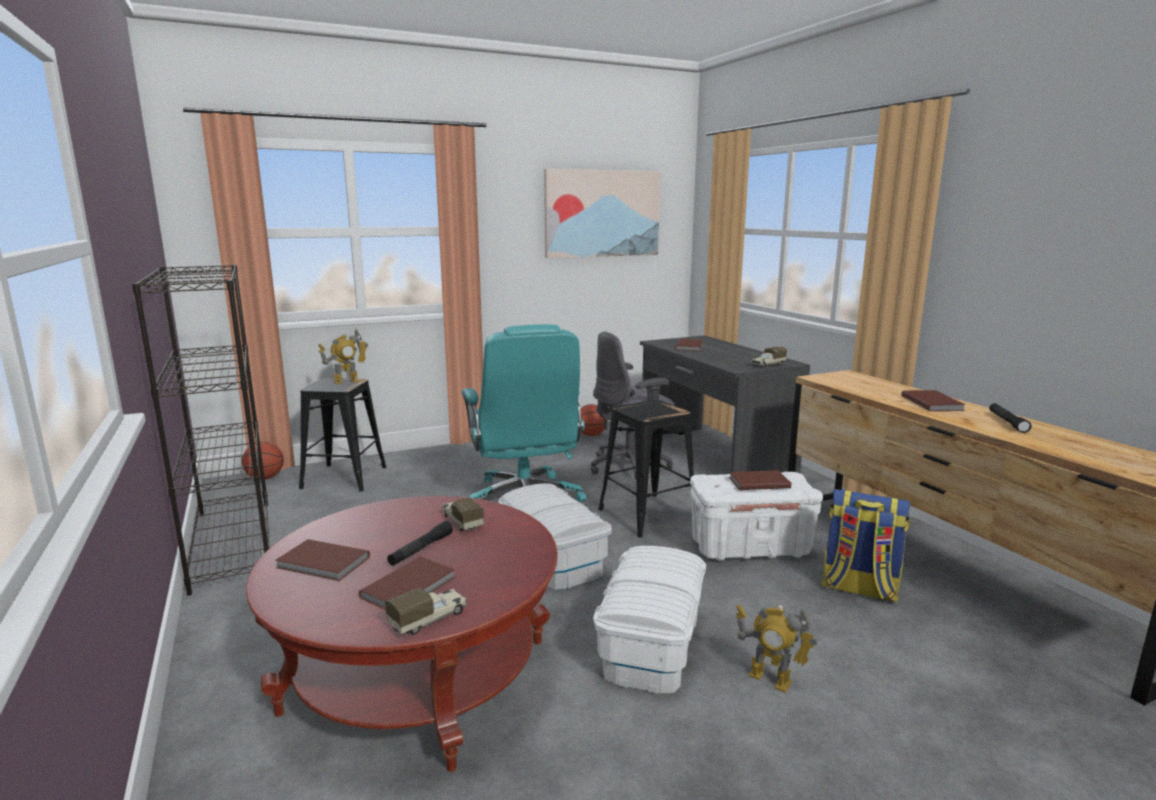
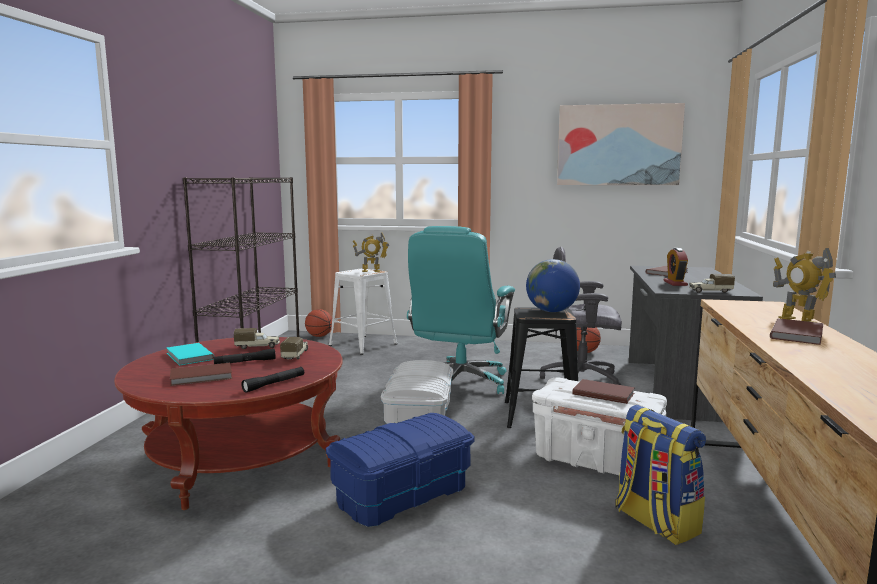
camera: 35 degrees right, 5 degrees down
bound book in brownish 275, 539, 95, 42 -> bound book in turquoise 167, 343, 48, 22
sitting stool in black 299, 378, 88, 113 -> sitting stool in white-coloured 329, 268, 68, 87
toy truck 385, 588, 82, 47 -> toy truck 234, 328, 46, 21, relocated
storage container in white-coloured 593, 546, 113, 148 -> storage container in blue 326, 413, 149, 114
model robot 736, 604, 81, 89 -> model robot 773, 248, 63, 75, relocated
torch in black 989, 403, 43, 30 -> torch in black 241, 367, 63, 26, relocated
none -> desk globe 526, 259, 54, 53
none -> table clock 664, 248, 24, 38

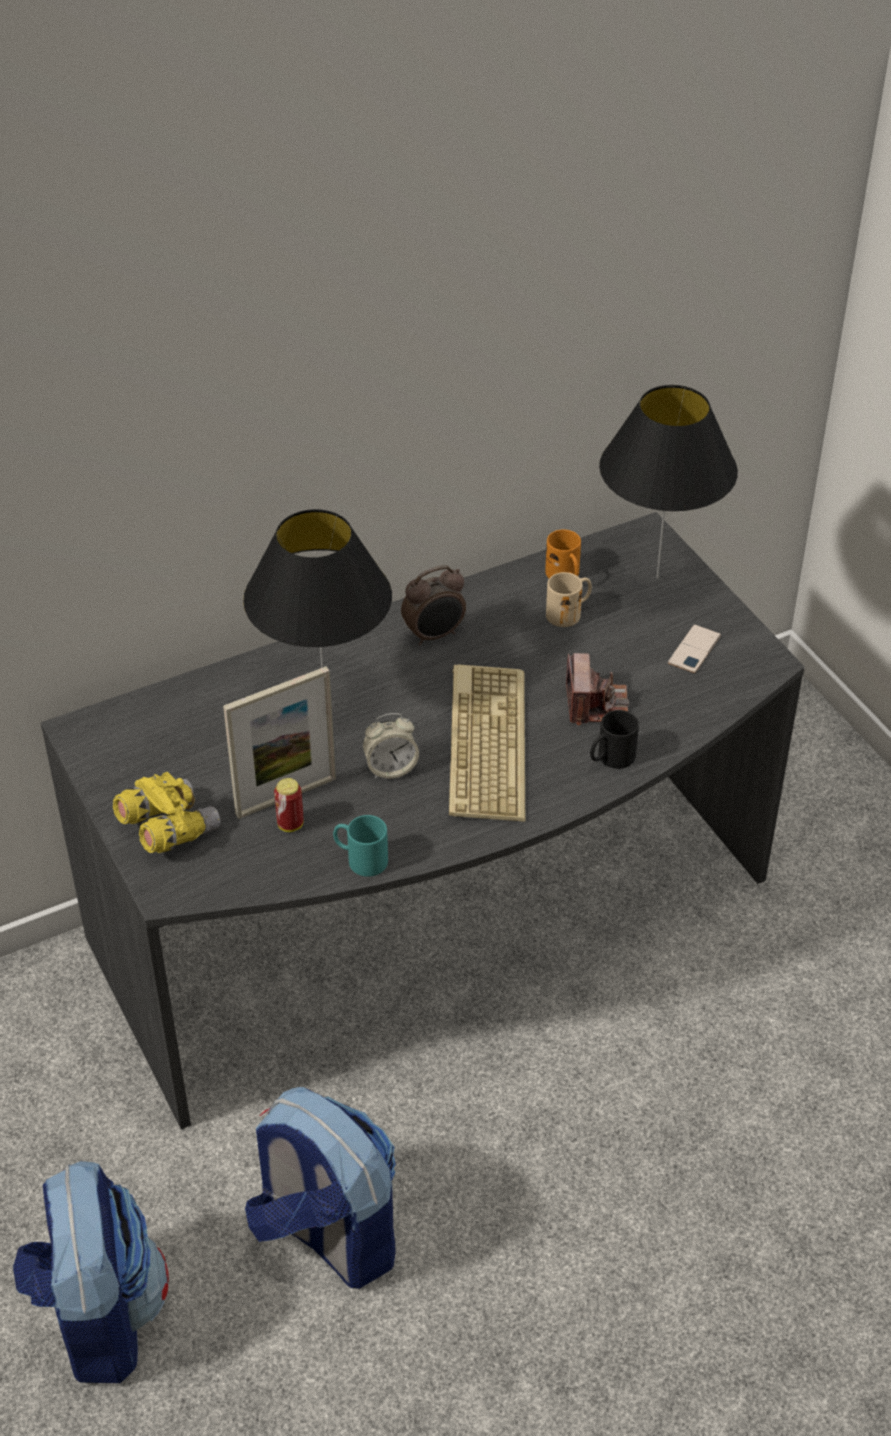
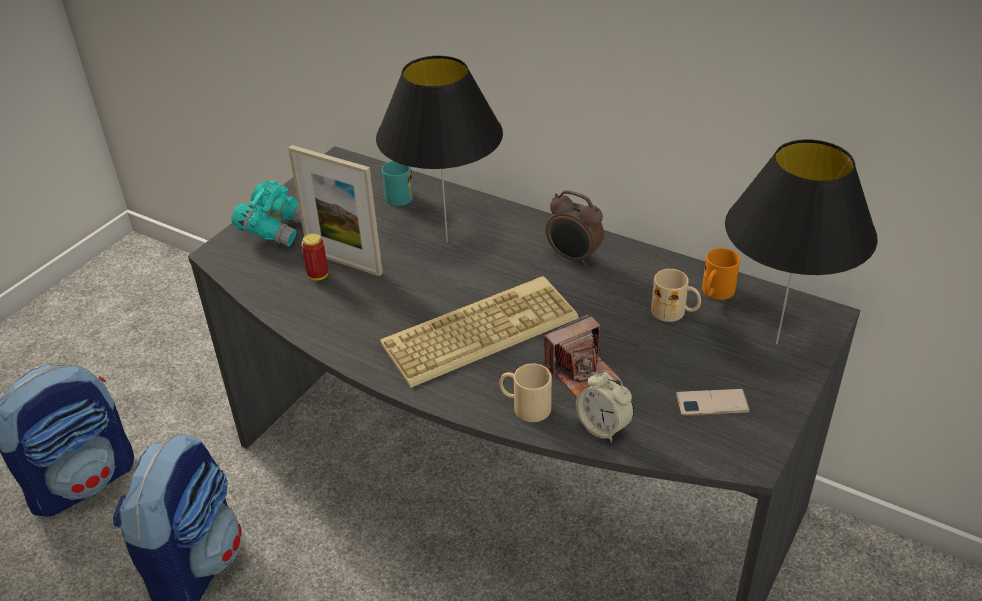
camera: 60 degrees right, 5 degrees down
binoculars in yellow-coloured 113, 772, 108, 81 -> binoculars in turquoise 232, 181, 70, 66
tea mug in turquoise 333, 815, 55, 62 -> tea mug in turquoise 382, 161, 32, 45, relocated
table clock 363, 713, 56, 66 -> table clock 576, 370, 58, 73, relocated
tea mug in black 590, 710, 49, 59 -> tea mug in sand-coloured 499, 364, 53, 58

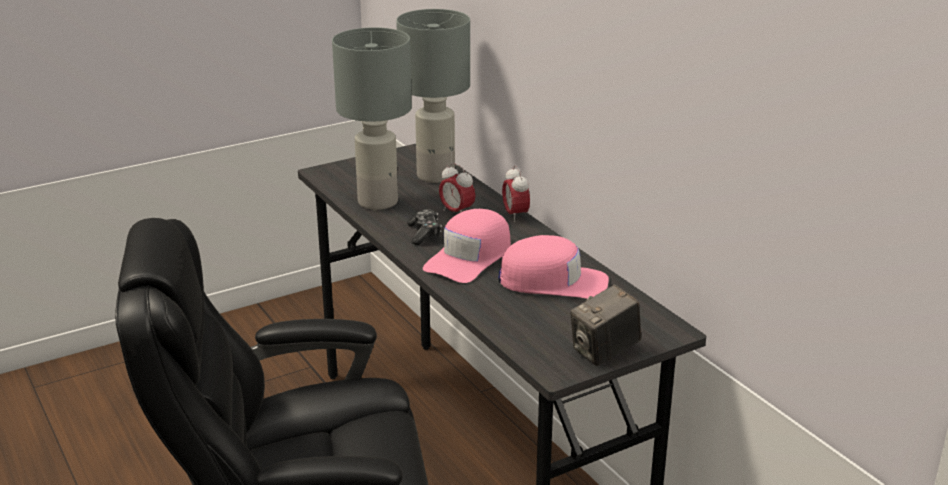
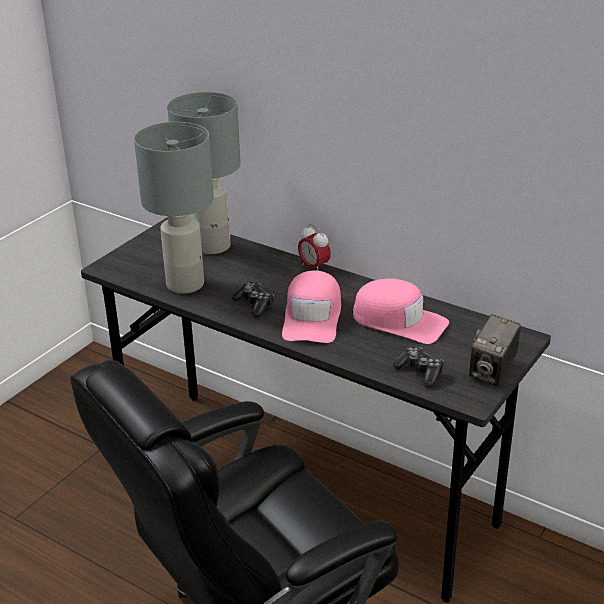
camera: 25 degrees left, 5 degrees up
table clock 439, 163, 36, 50 -> none
cap in pink 498, 235, 111, 64 -> cap in pink 352, 278, 97, 66, 45 degrees clockwise
none -> gamepad 393, 346, 51, 41

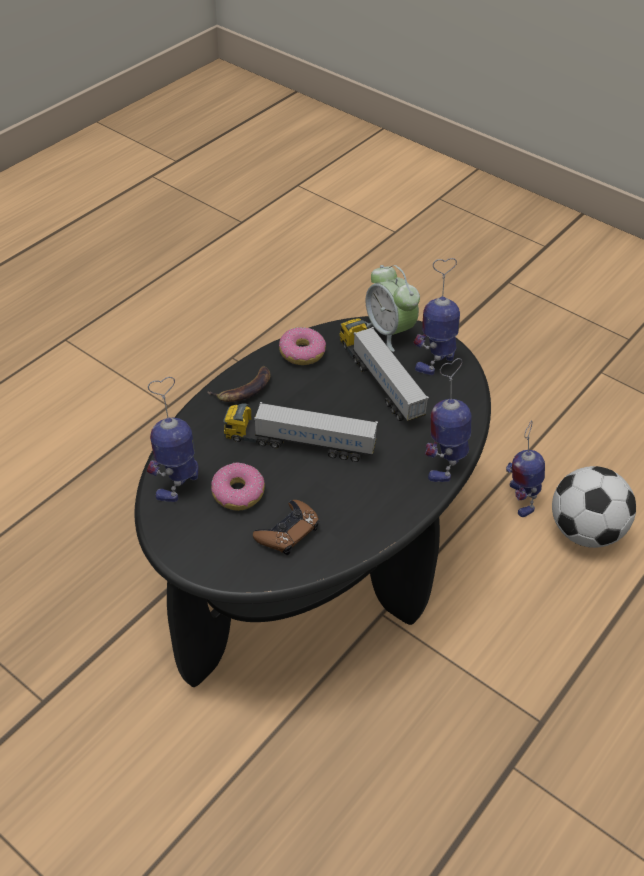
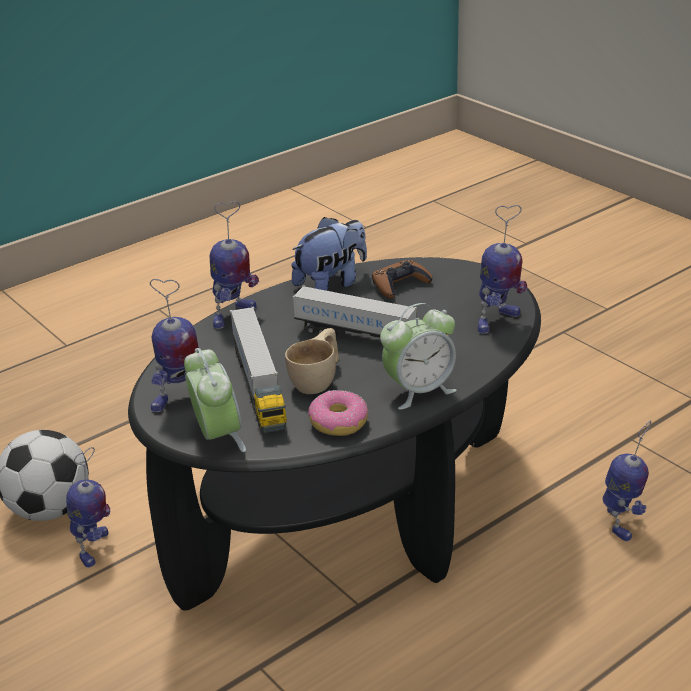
camera: 165 degrees left, 15 degrees down
whole banana 207, 366, 64, 36 -> table clock 380, 303, 77, 107
doughnut 211, 462, 54, 49 -> none
none -> drinking cup in sand-coloured 285, 328, 54, 66
none -> soft toy 291, 217, 76, 74
none -> model robot 603, 421, 48, 120

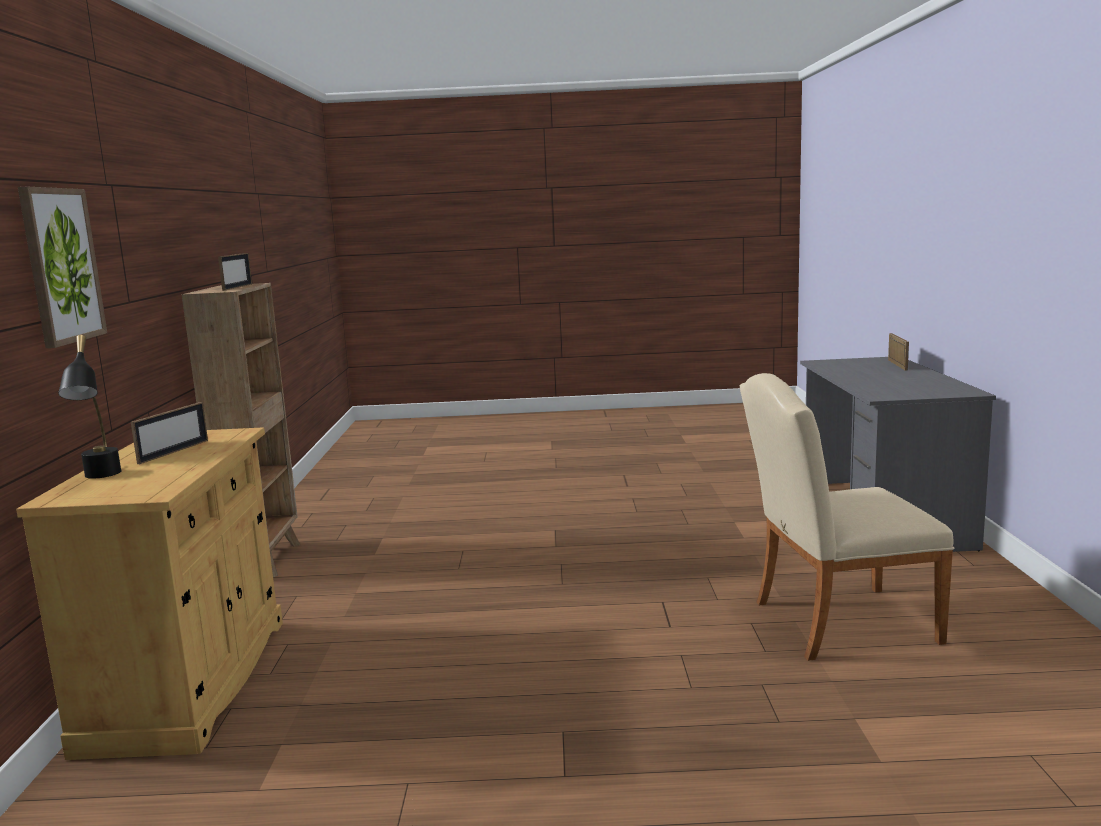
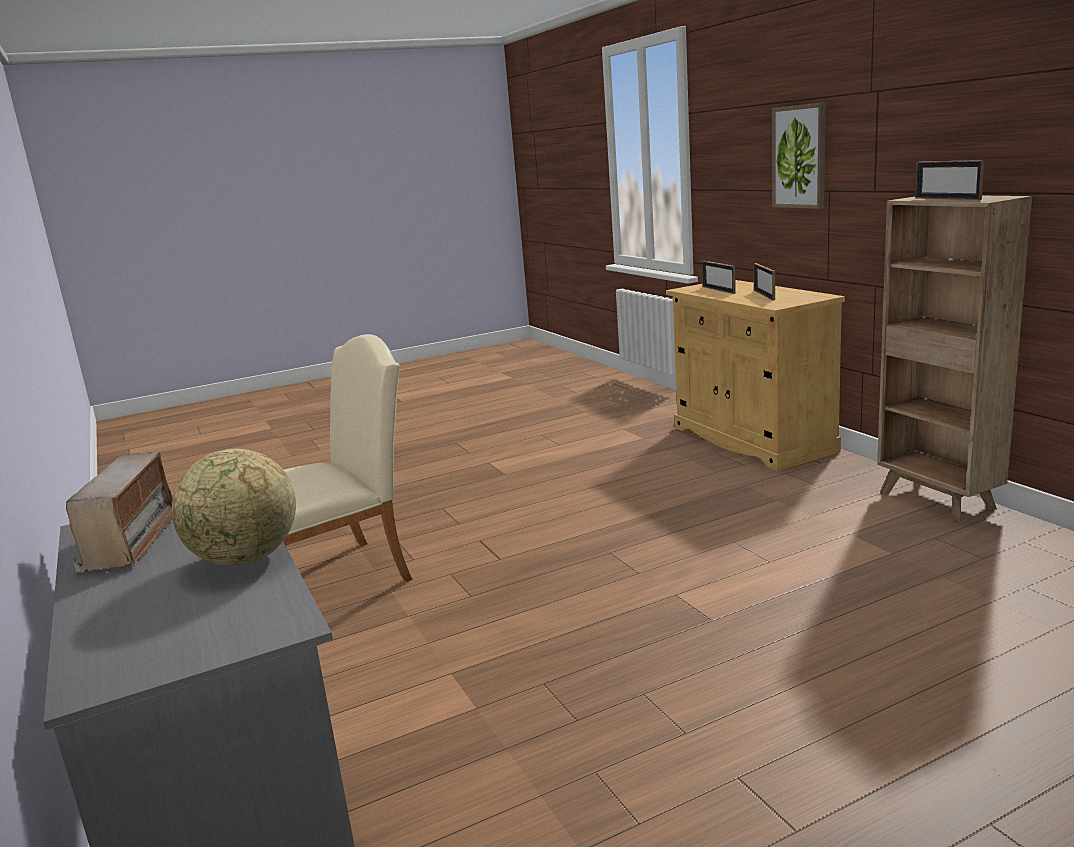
camera: 155 degrees right, 5 degrees up
lamp for a table in black 58, 335, 63, 144 -> none
picture frame 888, 333, 21, 38 -> picture frame 702, 261, 34, 33, relocated
none -> radio set 66, 451, 107, 122
none -> desk globe 172, 449, 124, 117

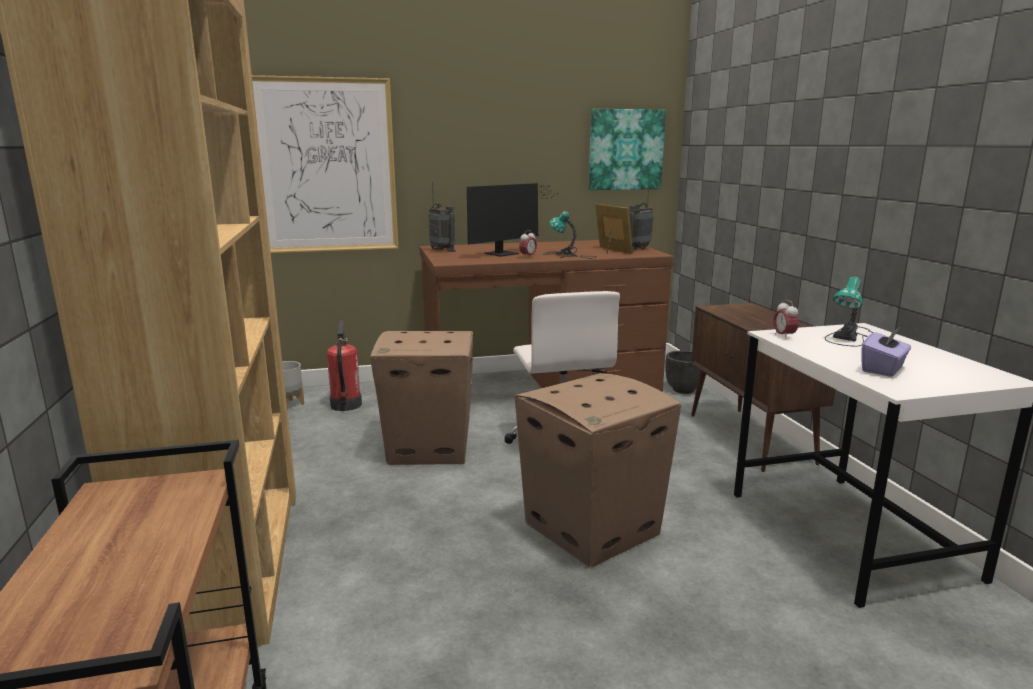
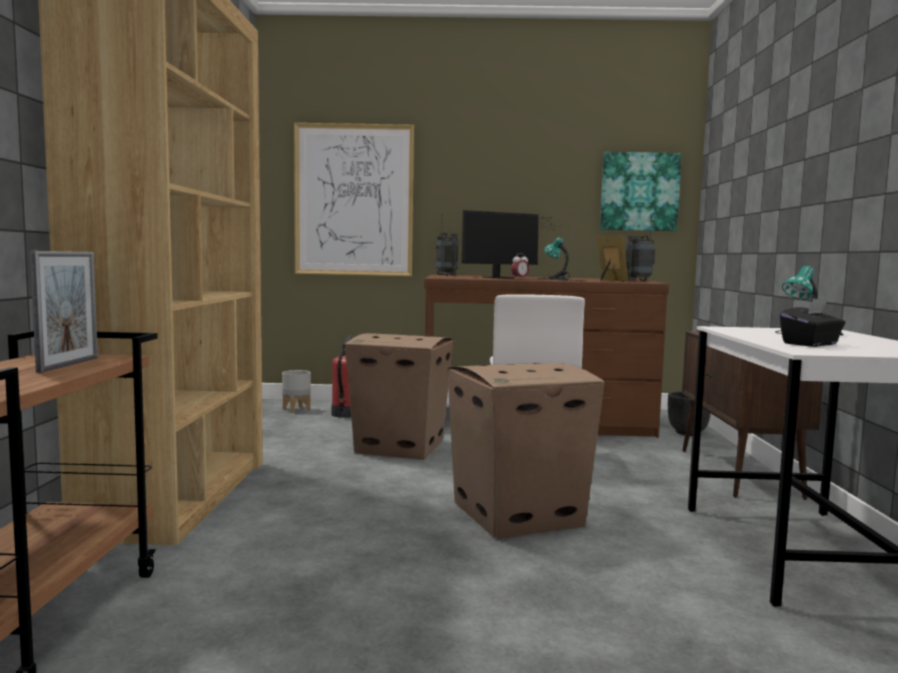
camera: 15 degrees right, 10 degrees down
table clock 774, 300, 25, 39 -> none
tissue holder in purple-coloured 861, 328, 50, 49 -> tissue holder in black 780, 298, 66, 49
none -> picture frame 30, 251, 68, 122

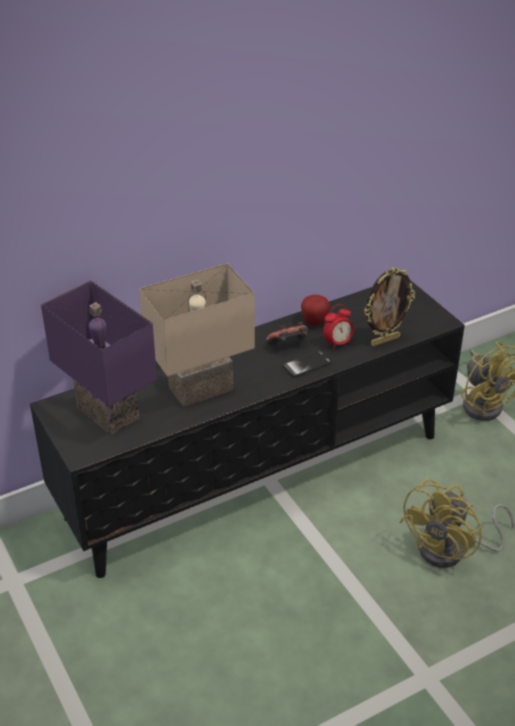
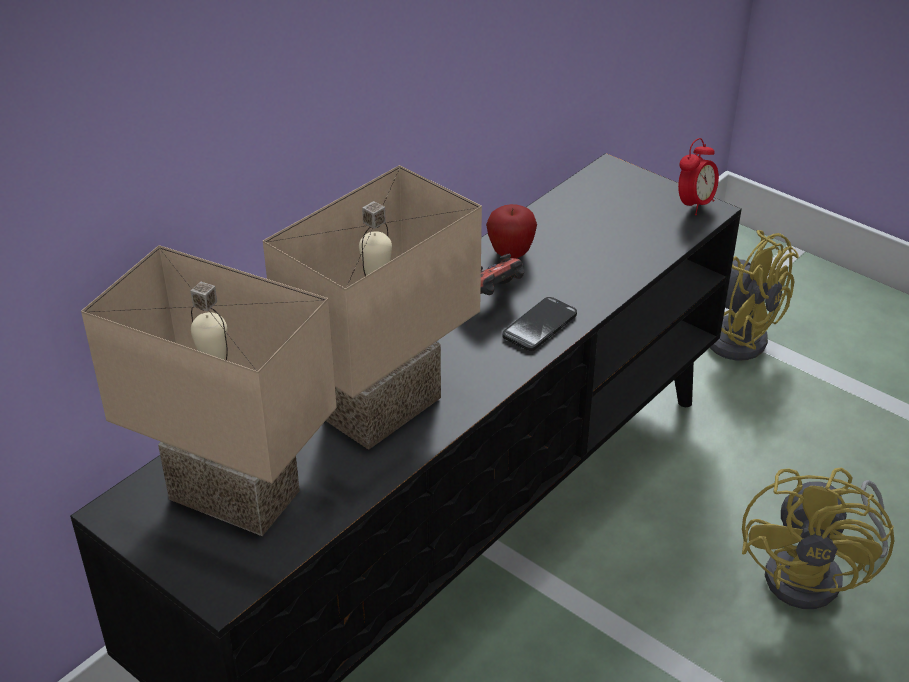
camera: 20 degrees left, 0 degrees up
lamp for a table in purple-coloured 41, 281, 116, 154 -> lamp for a table in sand-coloured 81, 245, 256, 291
table clock 323, 304, 31, 46 -> table clock 678, 138, 41, 77, relocated
picture frame 364, 267, 51, 79 -> none

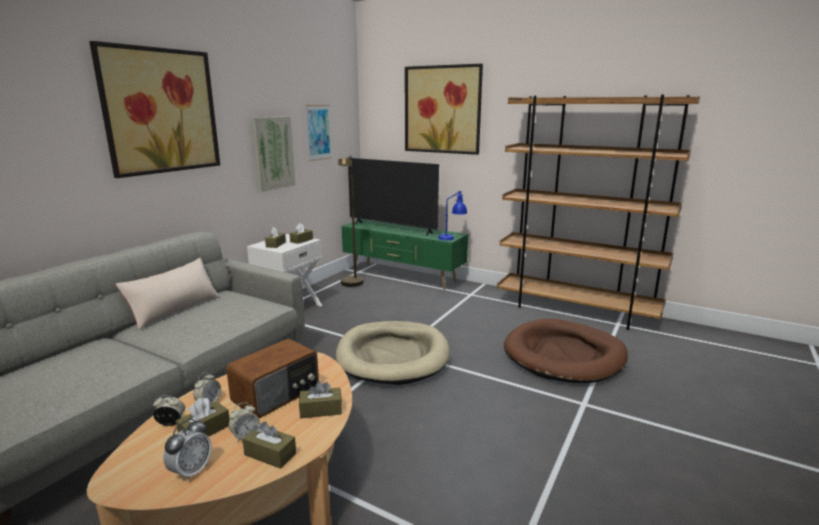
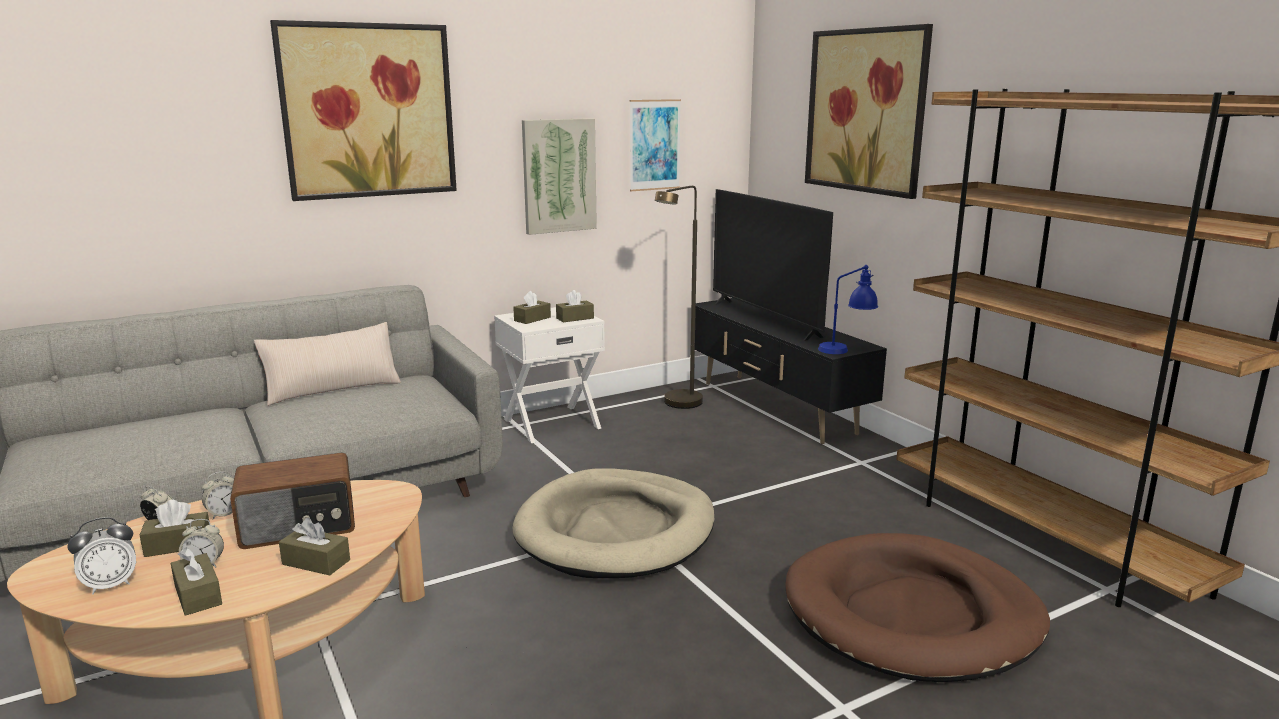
camera: 30 degrees right, 0 degrees up
tv unit in green 342, 219, 126, 71 -> tv unit in black 695, 298, 192, 146

